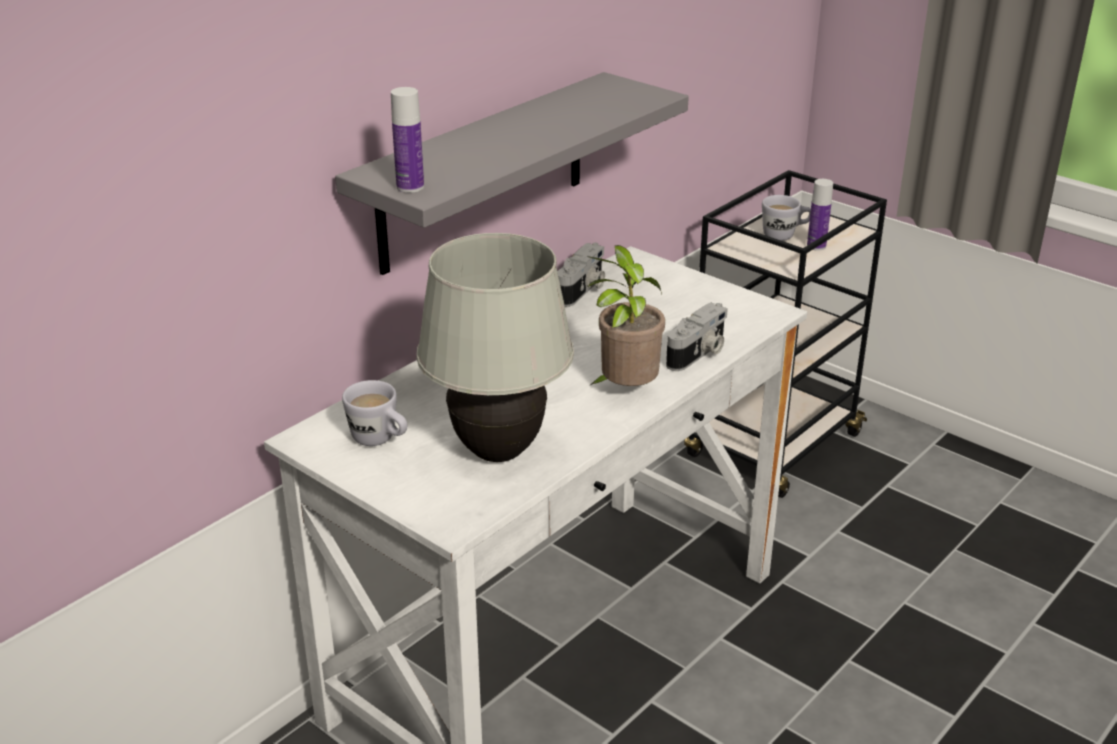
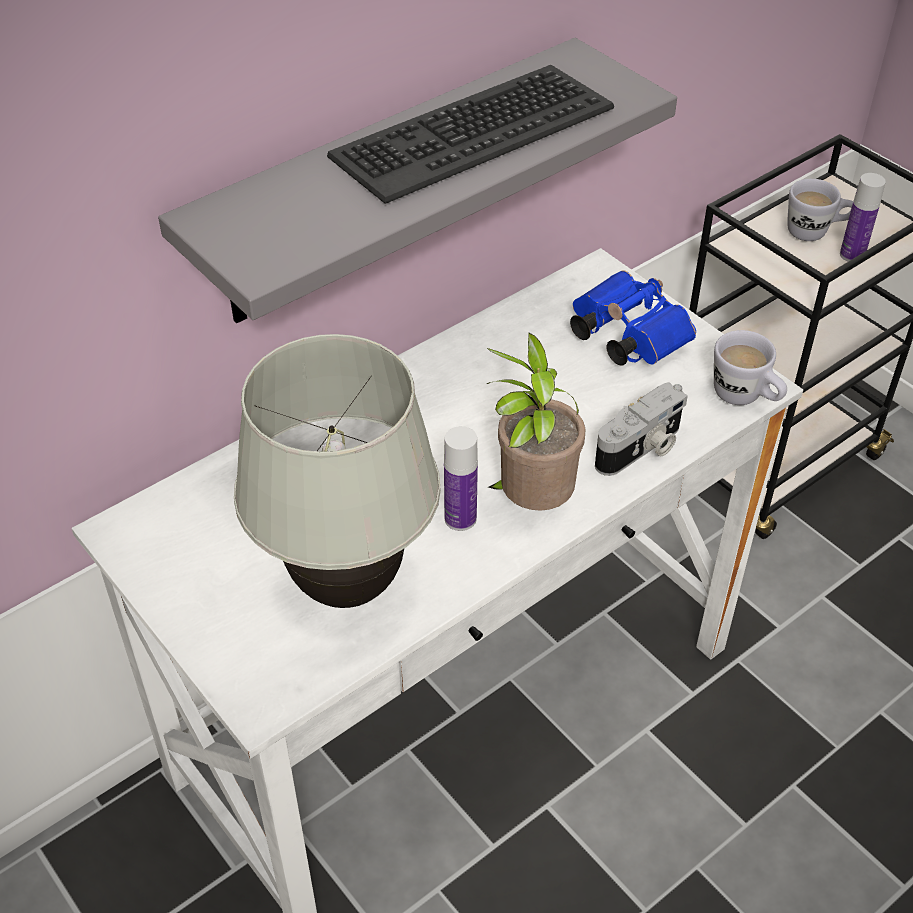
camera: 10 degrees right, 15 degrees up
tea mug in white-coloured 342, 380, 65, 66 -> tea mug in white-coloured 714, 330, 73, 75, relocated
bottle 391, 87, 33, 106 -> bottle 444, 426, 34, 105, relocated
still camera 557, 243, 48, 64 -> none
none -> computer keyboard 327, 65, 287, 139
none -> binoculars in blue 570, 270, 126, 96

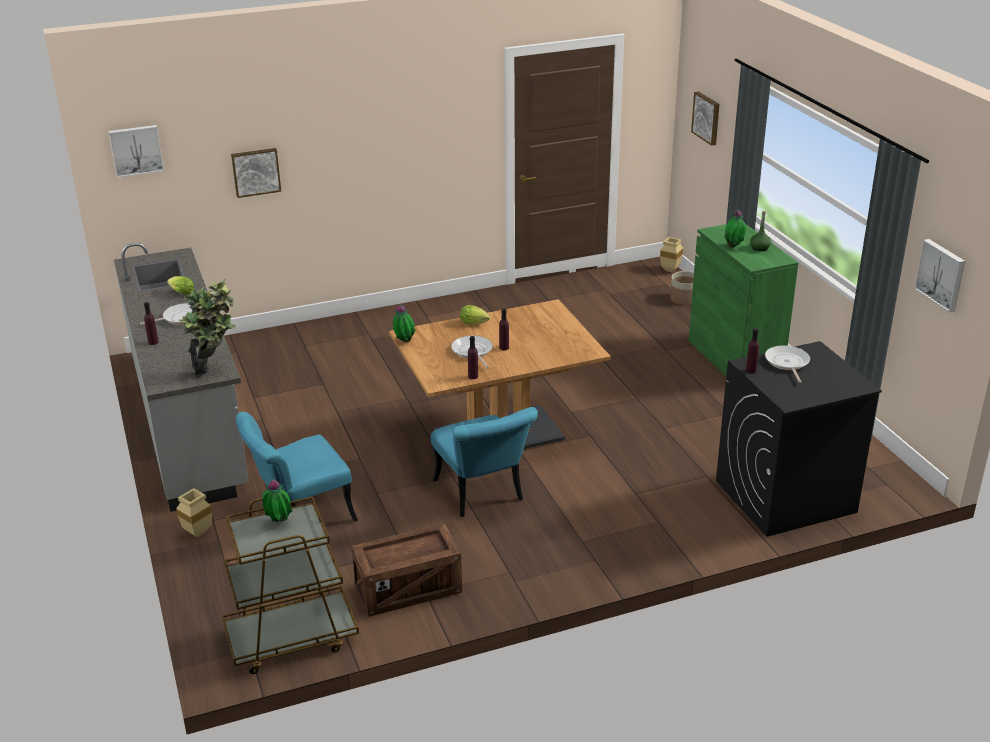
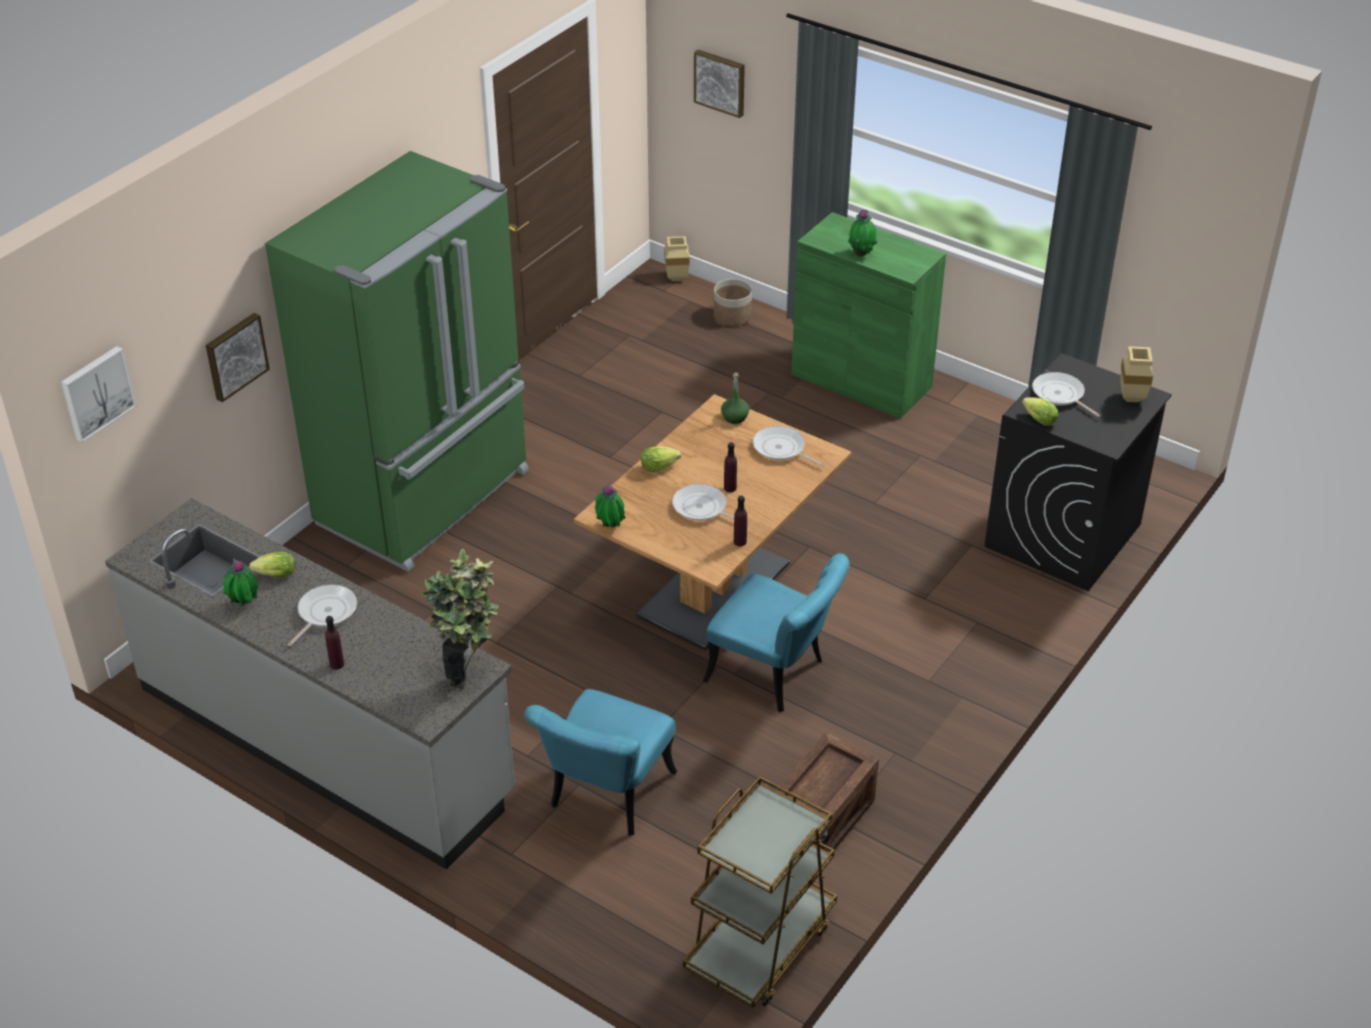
camera: 35 degrees left, 10 degrees up
decorative vase in sand-coloured 176, 488, 36, 49 -> decorative vase in sand-coloured 1120, 346, 33, 56, relocated
houseplant 262, 478, 30, 44 -> houseplant 223, 558, 36, 48, relocated
bottle in purple-coloured 746, 328, 13, 46 -> lettuce head 1022, 397, 36, 29
bottle in green 750, 211, 21, 40 -> bottle in green 721, 373, 28, 51, relocated
wall art 914, 239, 51, 73 -> none
none -> kitchen fridge in green 265, 151, 264, 421
none -> skillet 753, 426, 72, 41

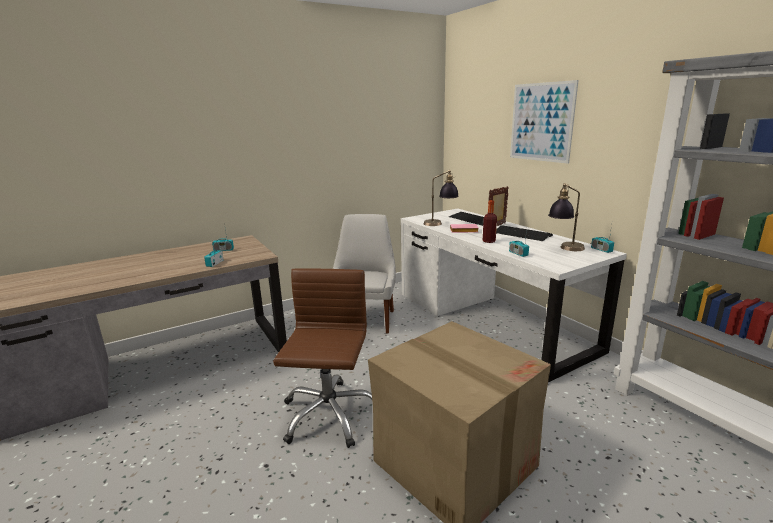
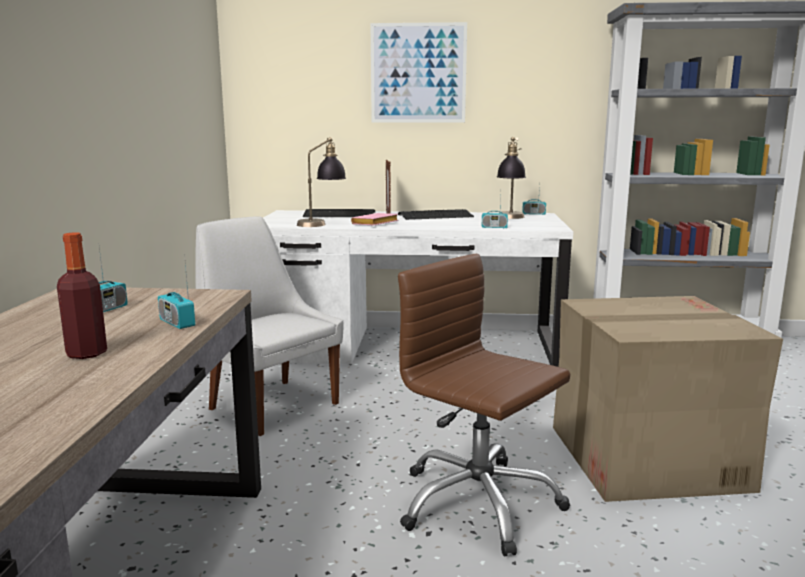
camera: 55 degrees left, 5 degrees down
bottle 483, 200, 14, 43 -> bottle 57, 232, 50, 127, relocated

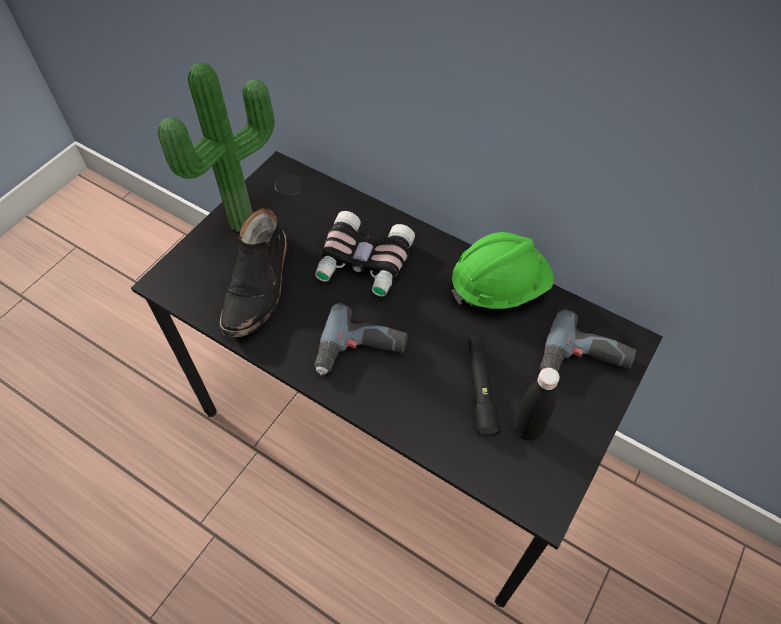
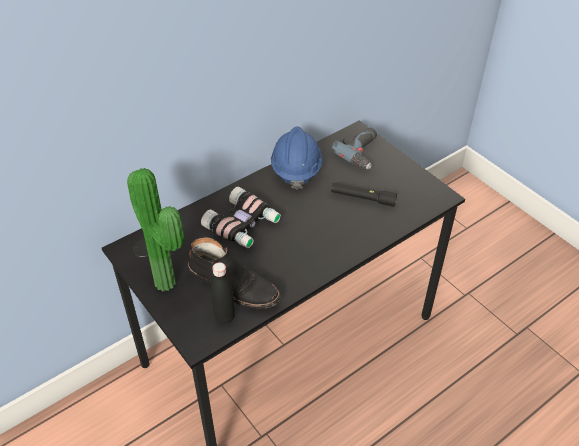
camera: 70 degrees left, 10 degrees down
power drill 314, 303, 94, 72 -> none
hard hat in green 451, 232, 103, 77 -> hard hat in blue 271, 126, 52, 64
bottle in black 514, 367, 46, 74 -> bottle in black 211, 262, 24, 62, relocated

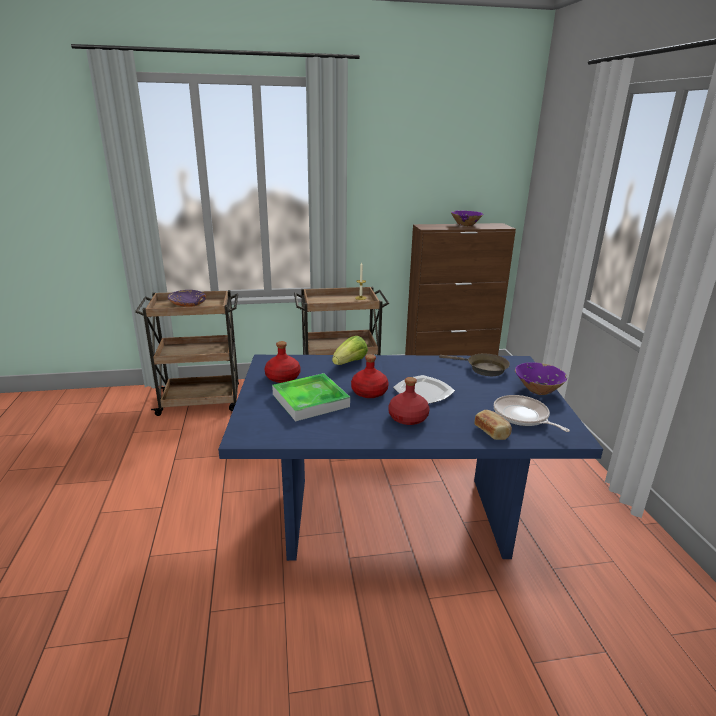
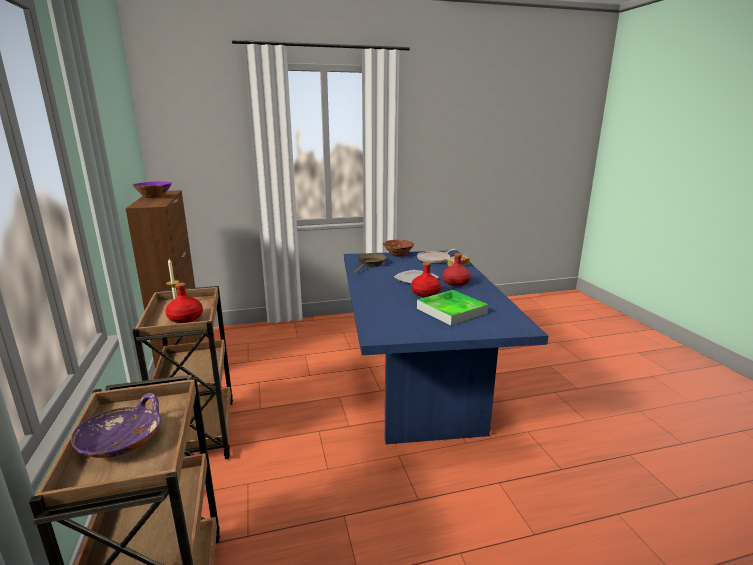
camera: 95 degrees left, 5 degrees down
bottle in red 265, 341, 35, 42 -> bottle in red 165, 283, 38, 40, relocated
lettuce head 332, 336, 36, 29 -> none
deep dish in purple-coloured 515, 362, 52, 33 -> deep dish in brownish 383, 240, 31, 17

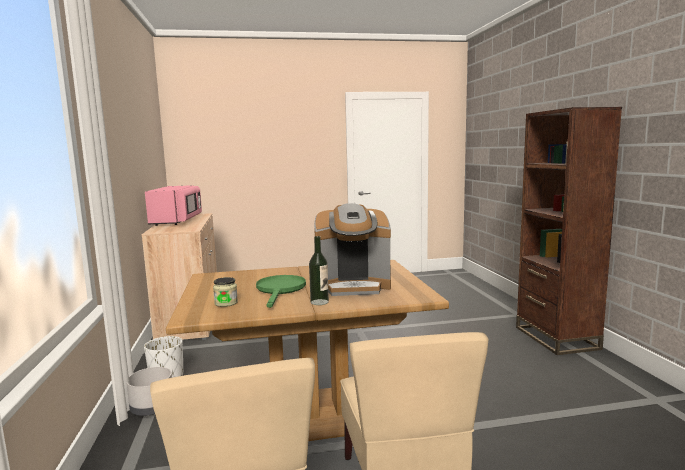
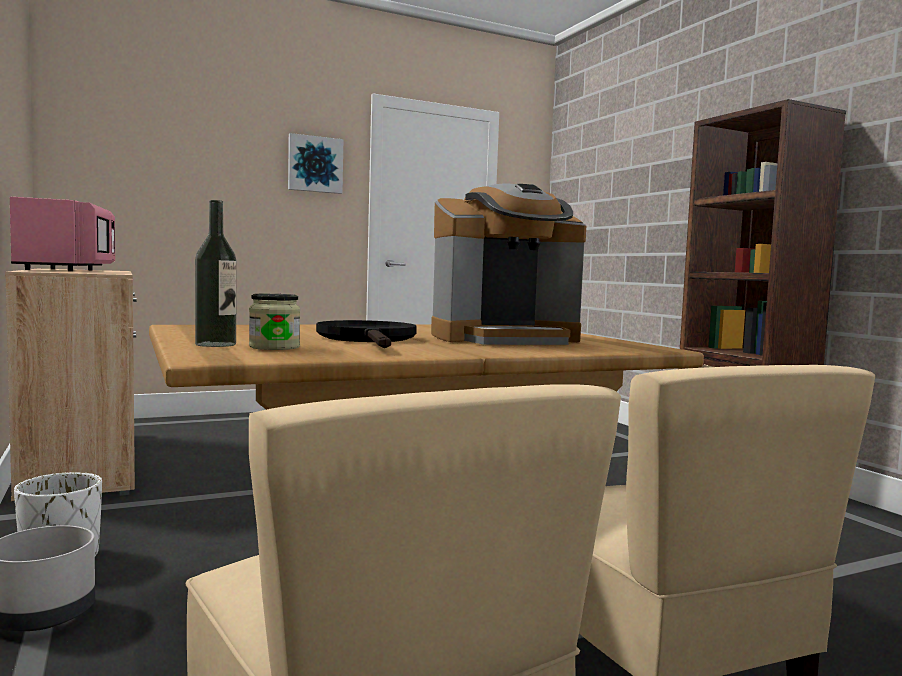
camera: 15 degrees left, 5 degrees down
skillet in green 256, 275, 50, 33 -> skillet in black 316, 320, 101, 28
bottle 309, 236, 20, 69 -> bottle 195, 200, 42, 147, relocated
none -> wall art 288, 133, 55, 61

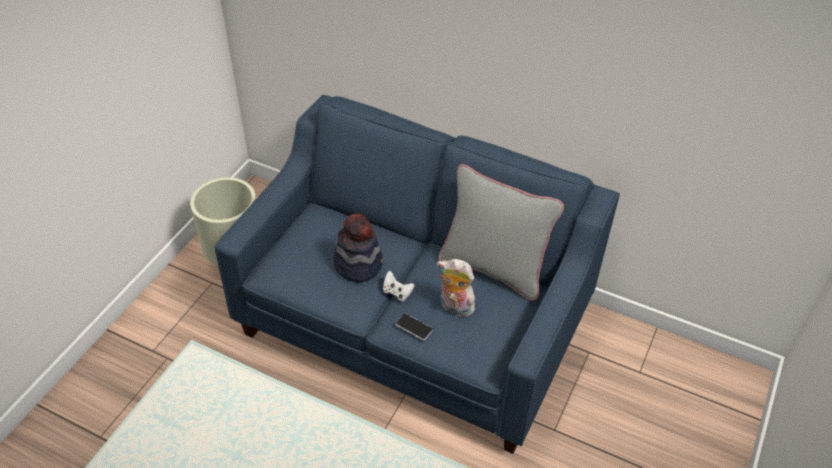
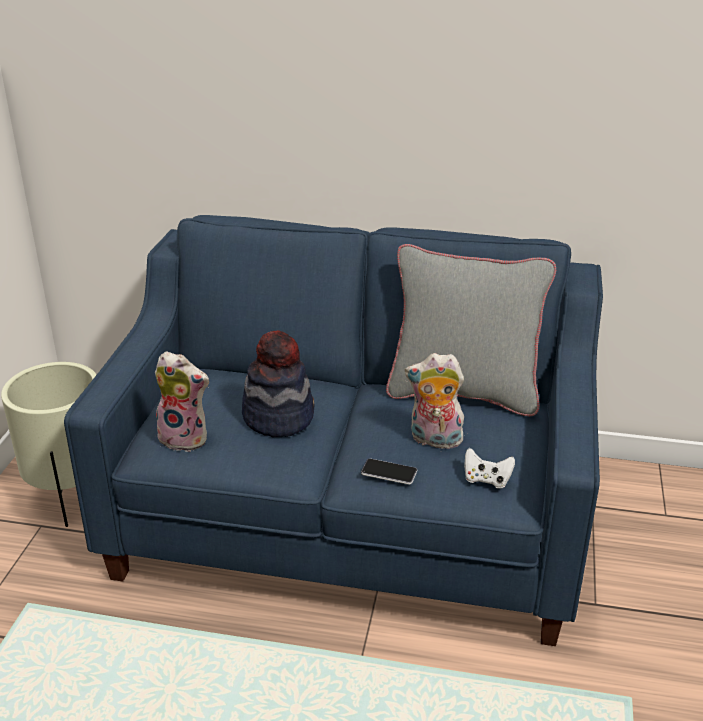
camera: 15 degrees left, 15 degrees down
gamepad in white-coloured 383, 271, 32, 30 -> gamepad in white-coloured 464, 448, 51, 41, relocated
none -> soft toy 155, 351, 54, 101

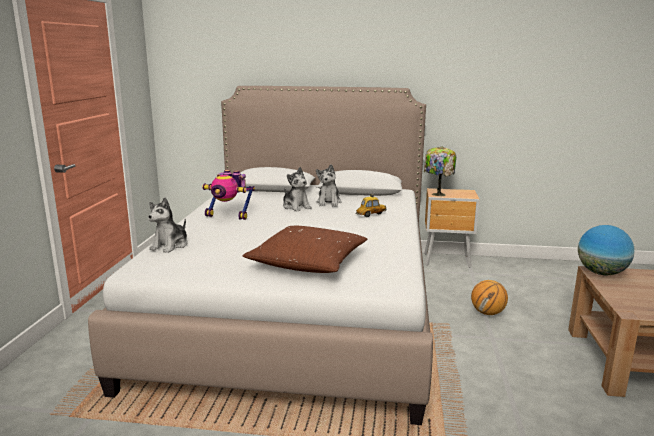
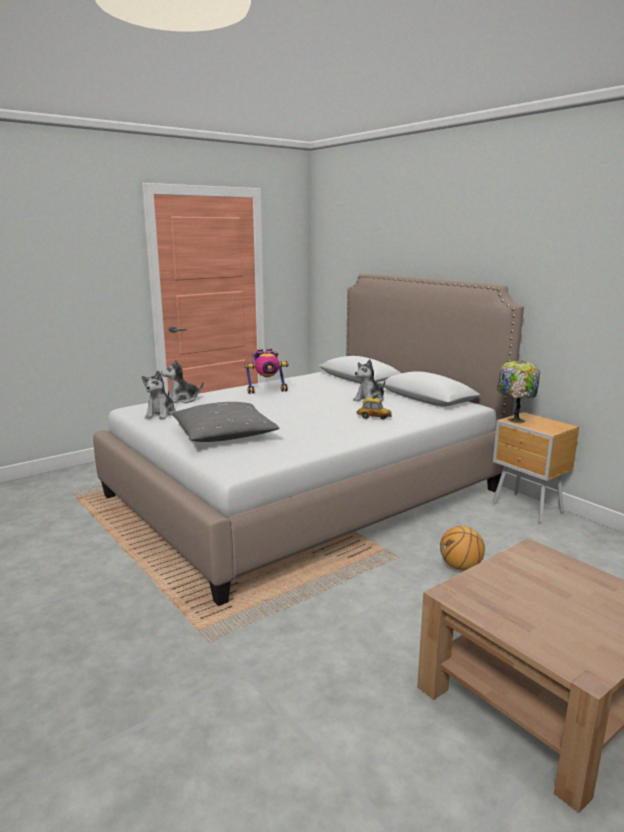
camera: 45 degrees right, 0 degrees up
model robot 202, 170, 53, 50 -> model robot 244, 348, 45, 46, 75 degrees counterclockwise
cushion in brownish 243, 226, 124, 47 -> cushion in grey 172, 402, 108, 40
soft toy 283, 167, 29, 45 -> soft toy 142, 371, 34, 48, relocated
desk globe 578, 225, 56, 50 -> none

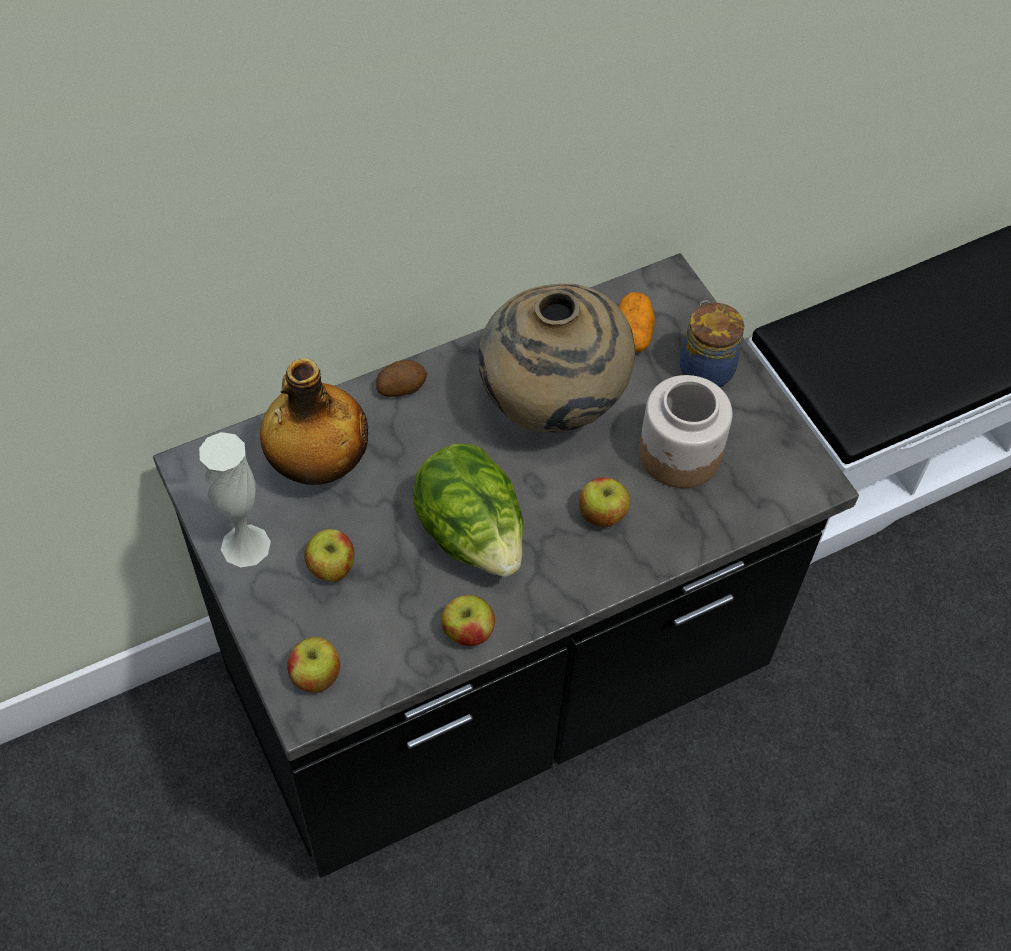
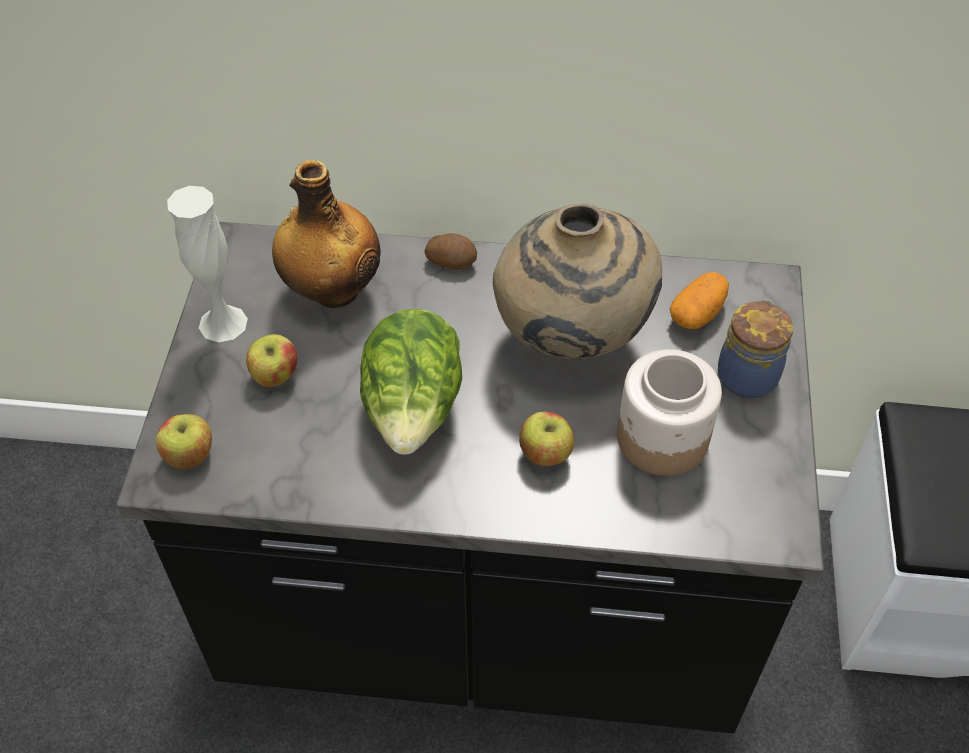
camera: 35 degrees right, 5 degrees down
apple 441, 595, 54, 51 -> none

